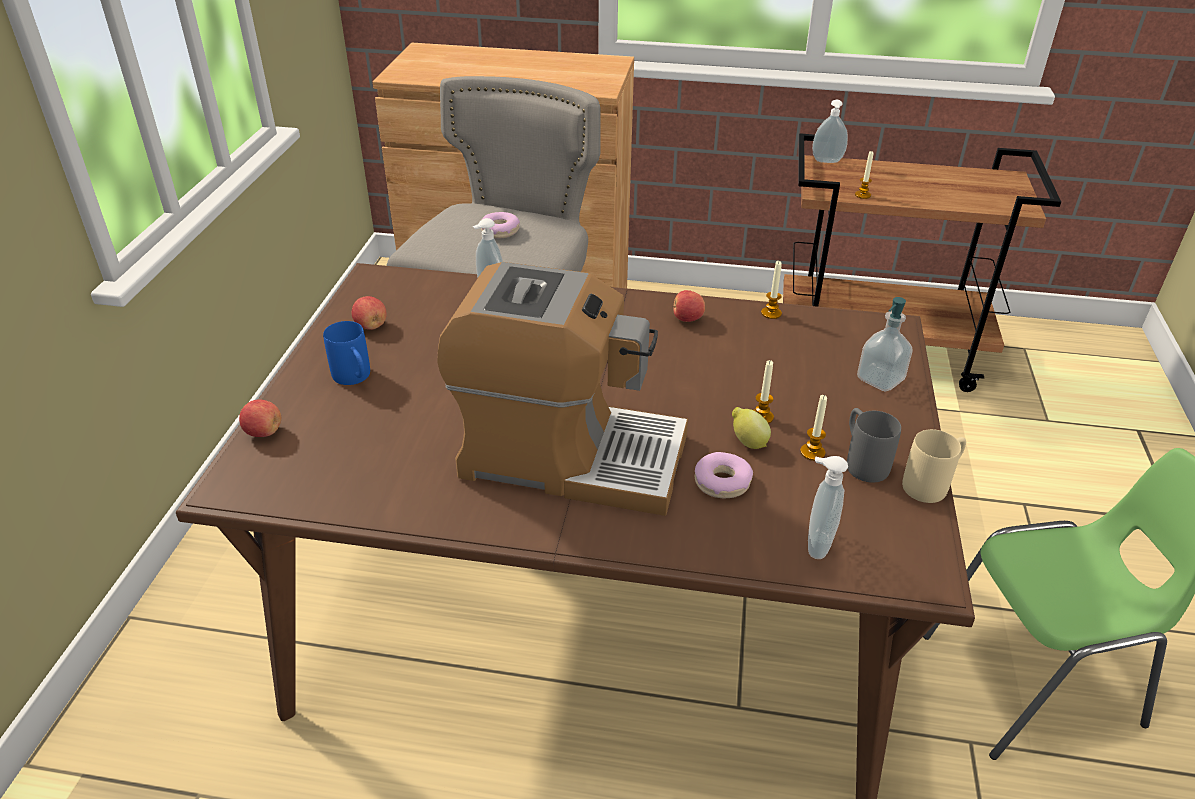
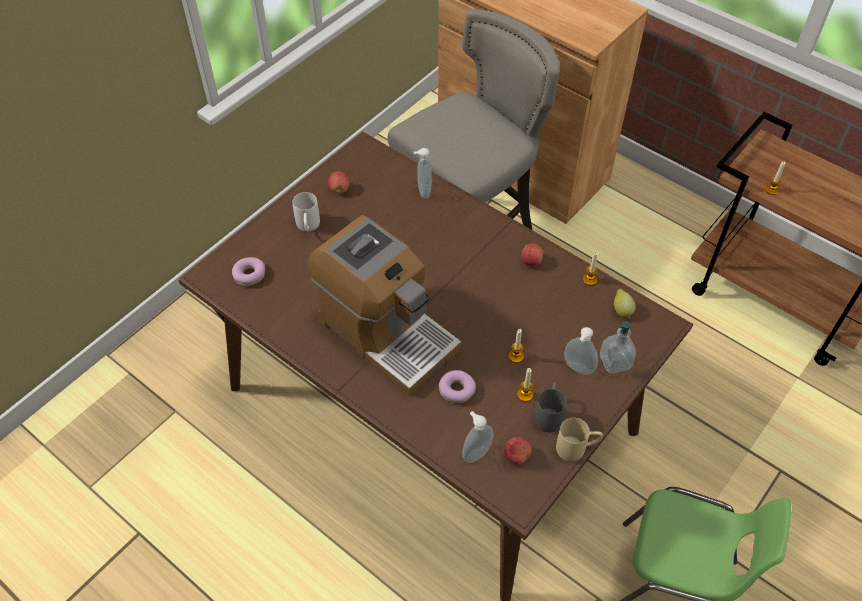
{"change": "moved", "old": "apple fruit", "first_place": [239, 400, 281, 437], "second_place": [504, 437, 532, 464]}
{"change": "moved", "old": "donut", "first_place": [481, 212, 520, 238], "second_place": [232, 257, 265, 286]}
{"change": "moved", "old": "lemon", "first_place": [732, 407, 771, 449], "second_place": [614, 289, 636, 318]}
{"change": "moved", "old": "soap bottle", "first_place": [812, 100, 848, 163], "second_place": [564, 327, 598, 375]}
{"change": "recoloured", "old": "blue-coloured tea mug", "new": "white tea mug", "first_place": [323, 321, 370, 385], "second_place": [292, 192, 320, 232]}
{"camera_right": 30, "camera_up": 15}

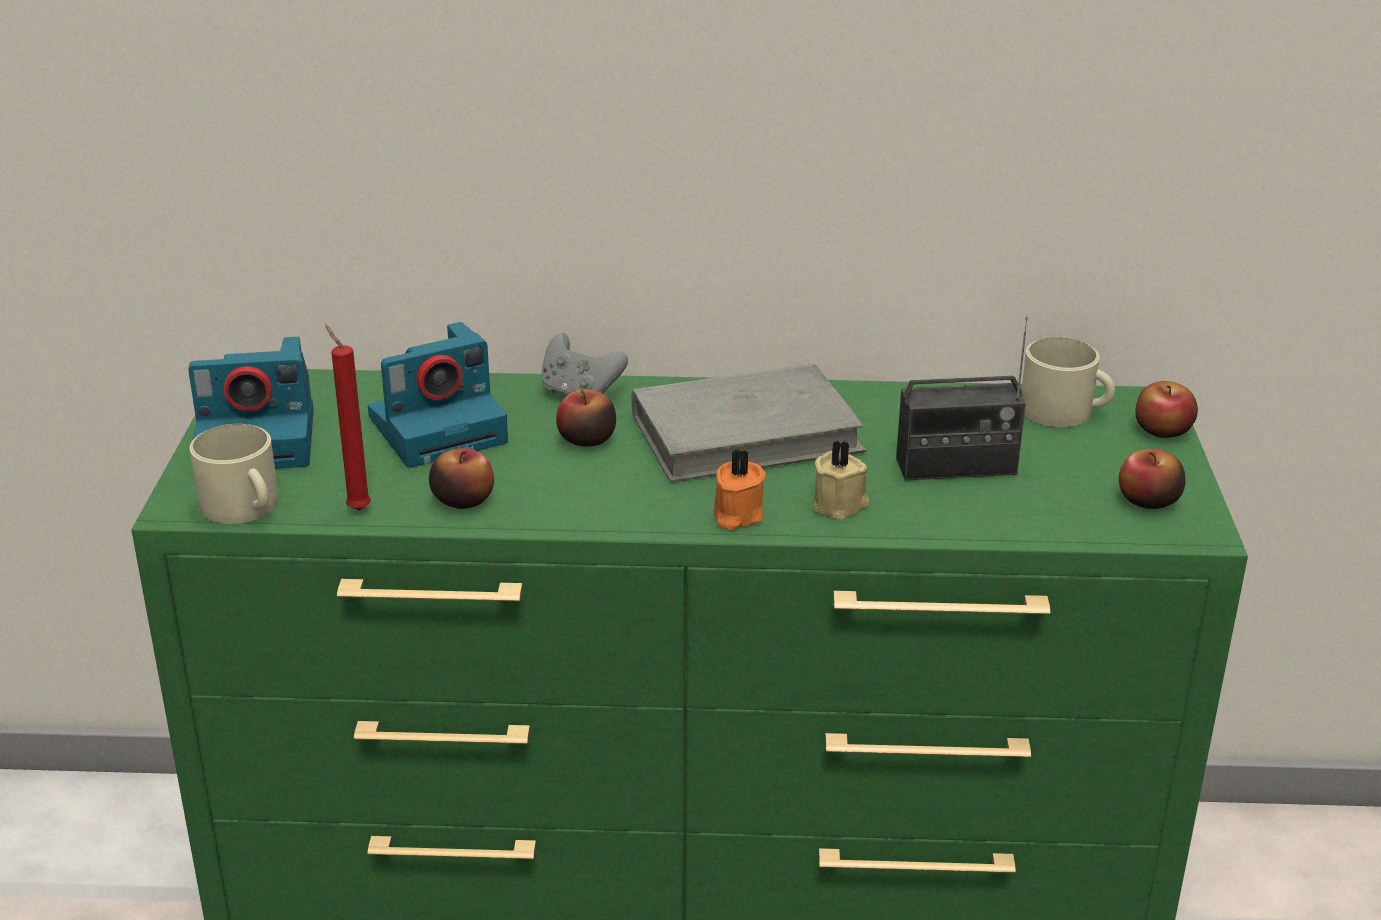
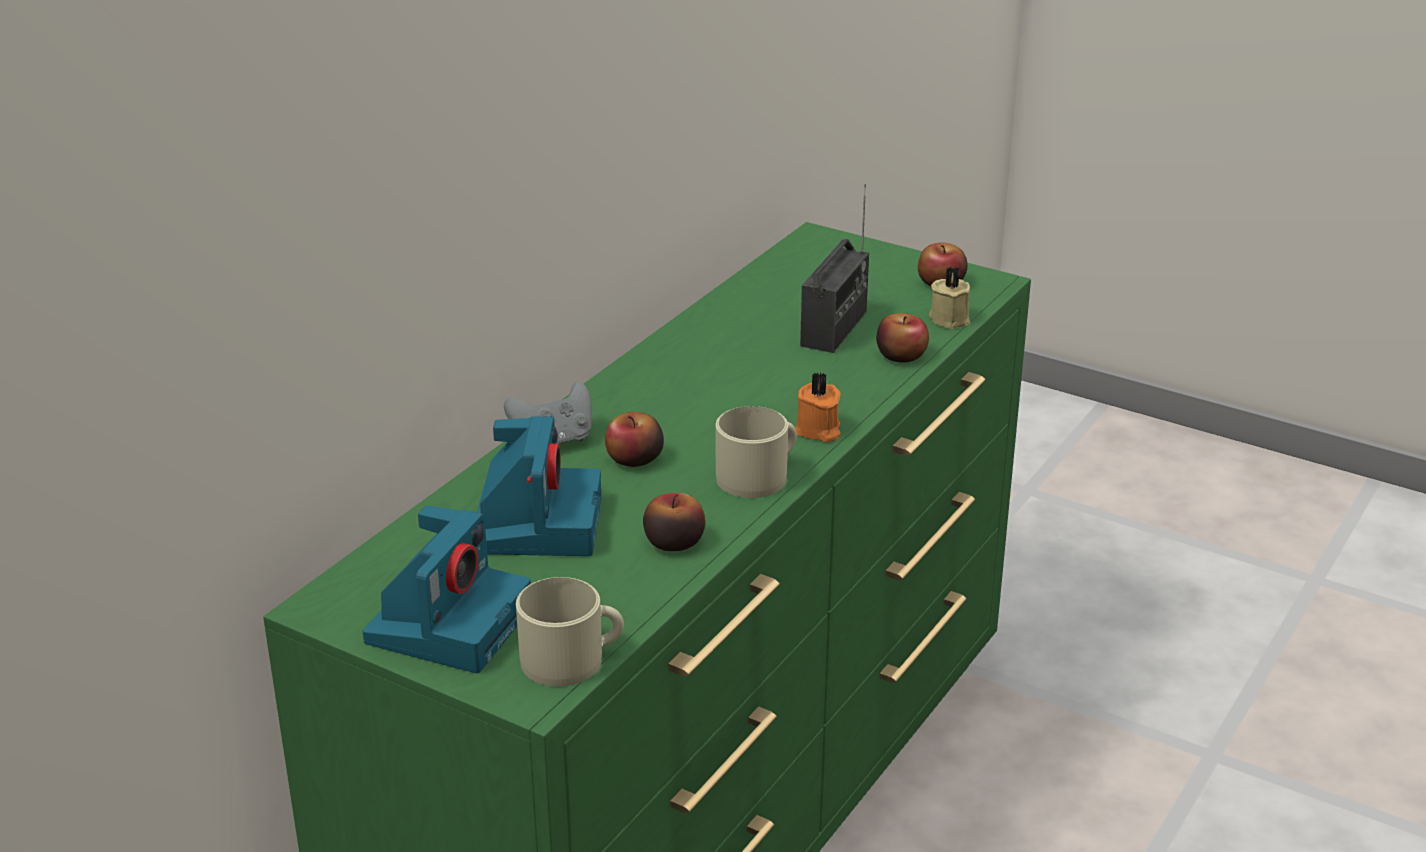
{"change": "removed", "old": "red-coloured wax light", "first_place": [325, 325, 371, 511]}
{"change": "removed", "old": "grey book", "first_place": [631, 364, 866, 483]}
{"change": "moved", "old": "beige-coloured wax light", "first_place": [813, 440, 869, 520], "second_place": [929, 267, 970, 329]}
{"change": "moved", "old": "beige-coloured tea mug", "first_place": [1022, 337, 1115, 427], "second_place": [716, 406, 797, 498]}
{"change": "moved", "old": "apple fruit", "first_place": [1135, 381, 1198, 438], "second_place": [876, 313, 929, 363]}
{"camera_right": -60, "camera_up": 0}

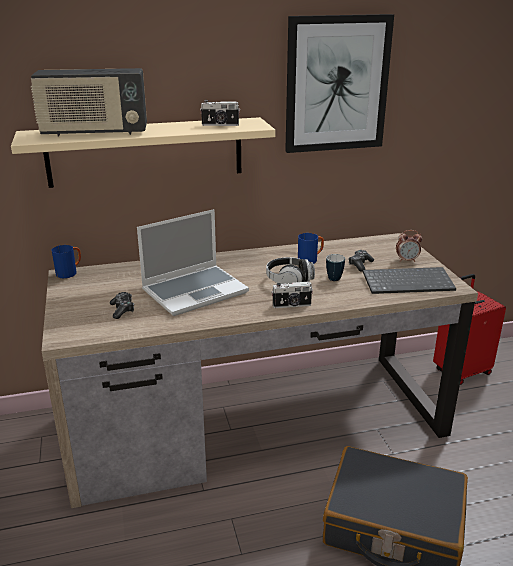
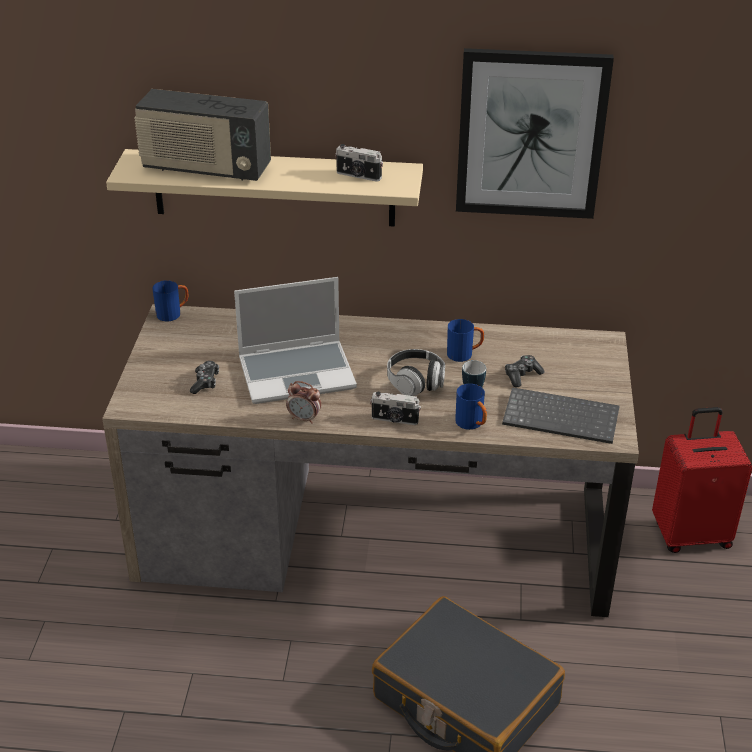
{"change": "added", "new": "blue-coloured tea mug", "second_place": [455, 384, 487, 430]}
{"change": "moved", "old": "table clock", "first_place": [396, 230, 422, 262], "second_place": [286, 381, 321, 424]}
{"camera_right": 20, "camera_up": 10}

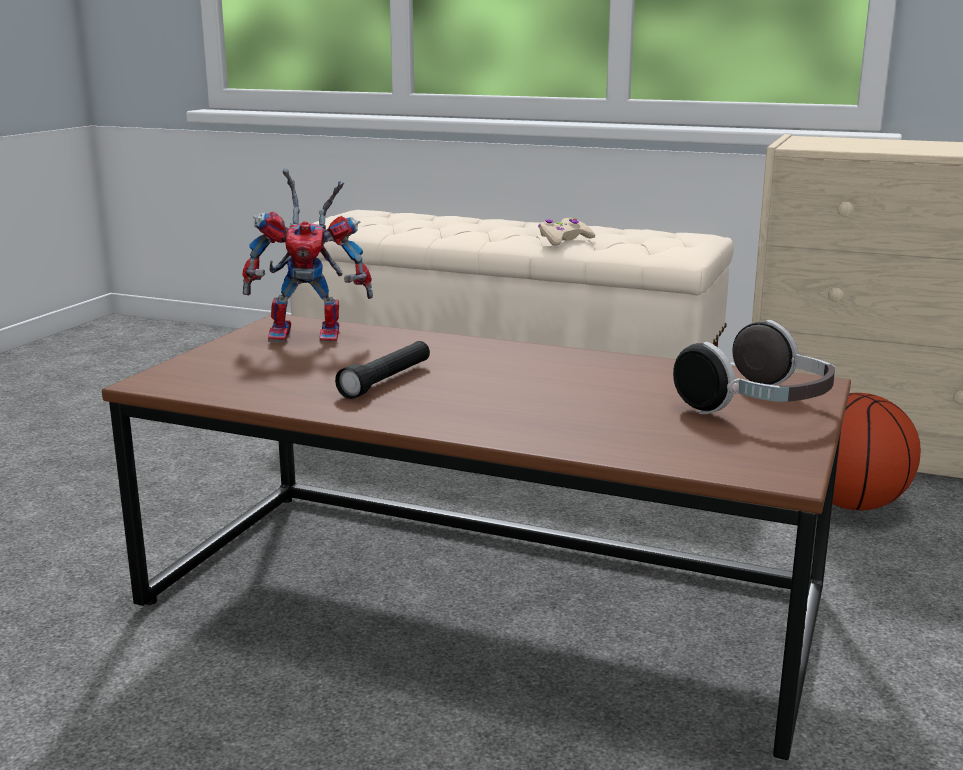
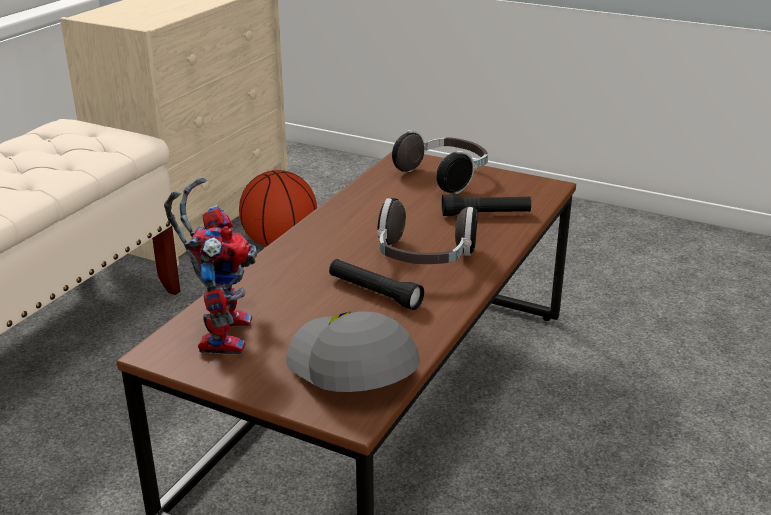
{"change": "removed", "old": "beige-coloured joypad", "first_place": [538, 218, 595, 246]}
{"change": "added", "new": "grey baseball cap", "second_place": [286, 311, 420, 392]}
{"change": "added", "new": "headphones", "second_place": [377, 198, 478, 264]}
{"change": "added", "new": "blackish flashlight", "second_place": [442, 194, 531, 216]}
{"camera_right": -85, "camera_up": 10}

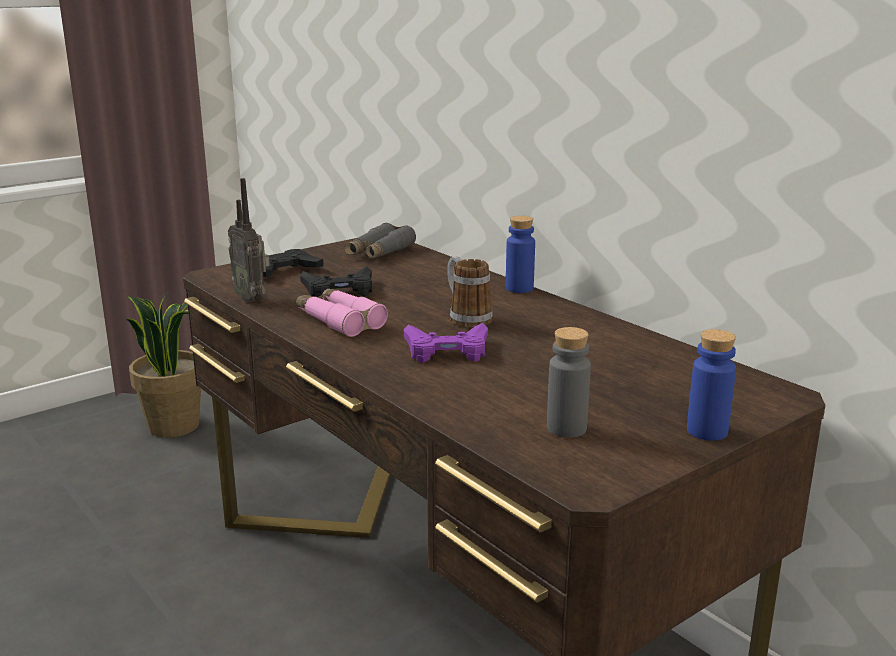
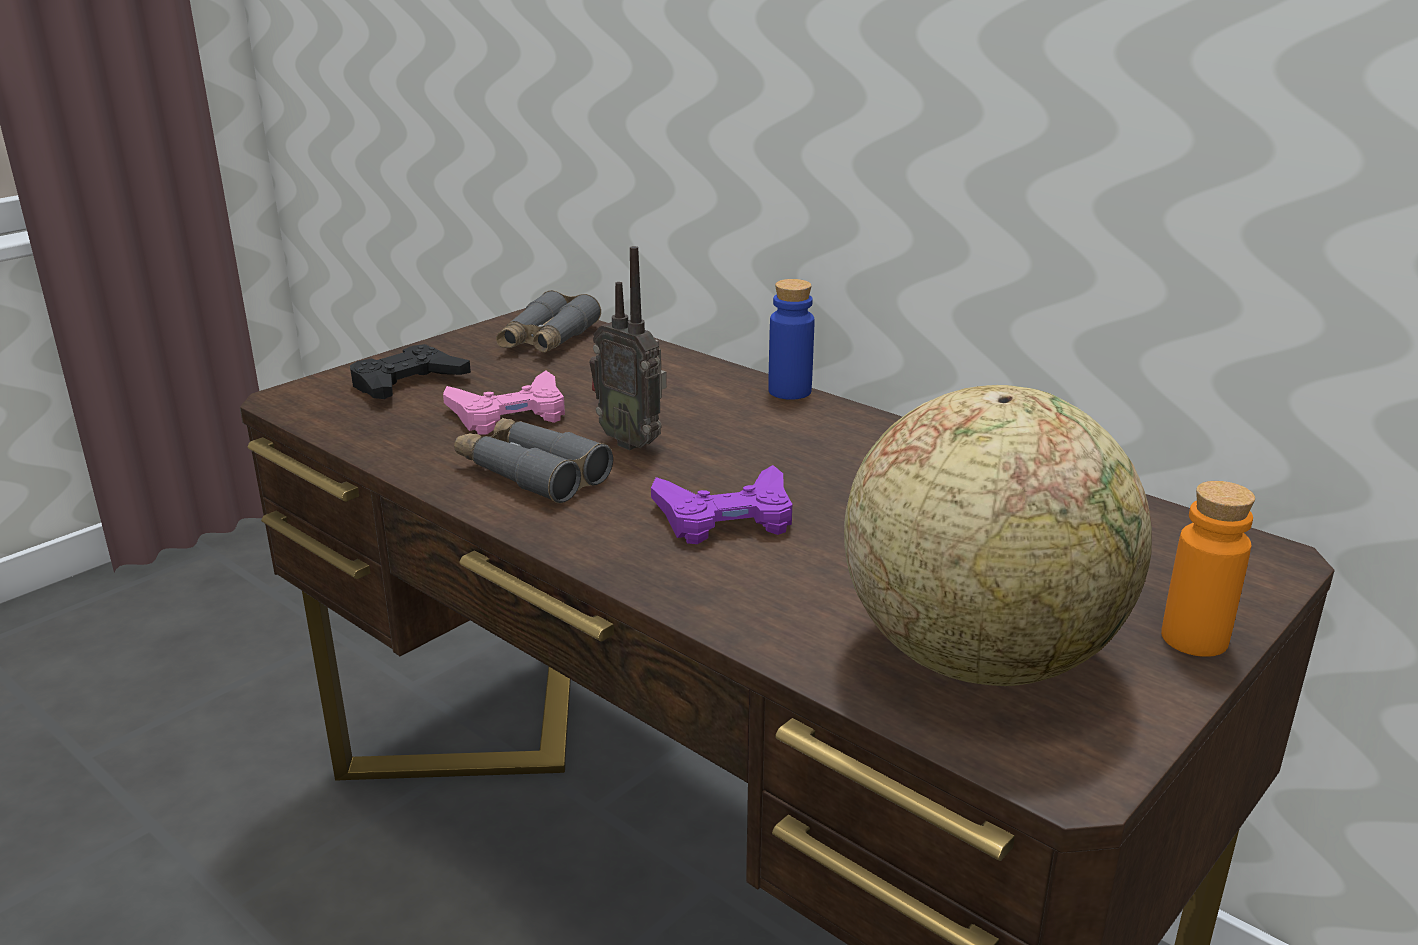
{"change": "removed", "old": "potted plant", "first_place": [126, 293, 201, 438]}
{"change": "removed", "old": "tea mug", "first_place": [447, 256, 493, 328]}
{"change": "moved", "old": "radio", "first_place": [228, 178, 270, 303], "second_place": [590, 246, 667, 450]}
{"change": "replaced", "old": "grey beverage bottle", "new": "globe", "first_place": [547, 327, 591, 438], "second_place": [844, 385, 1152, 686]}
{"change": "recoloured", "old": "pinkish pair of binoculars", "new": "grey pair of binoculars", "first_place": [296, 288, 388, 337], "second_place": [454, 418, 613, 503]}
{"change": "recoloured", "old": "blackish joypad", "new": "pinkish joypad", "first_place": [300, 266, 372, 297], "second_place": [443, 371, 565, 434]}
{"change": "recoloured", "old": "blue-coloured beverage bottle", "new": "orangey beverage bottle", "first_place": [687, 329, 736, 441], "second_place": [1161, 481, 1255, 657]}
{"camera_right": -10, "camera_up": 5}

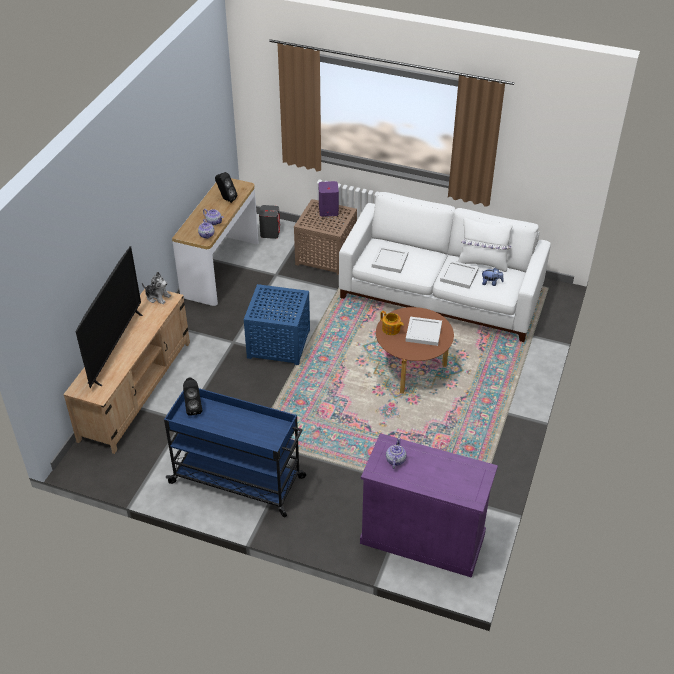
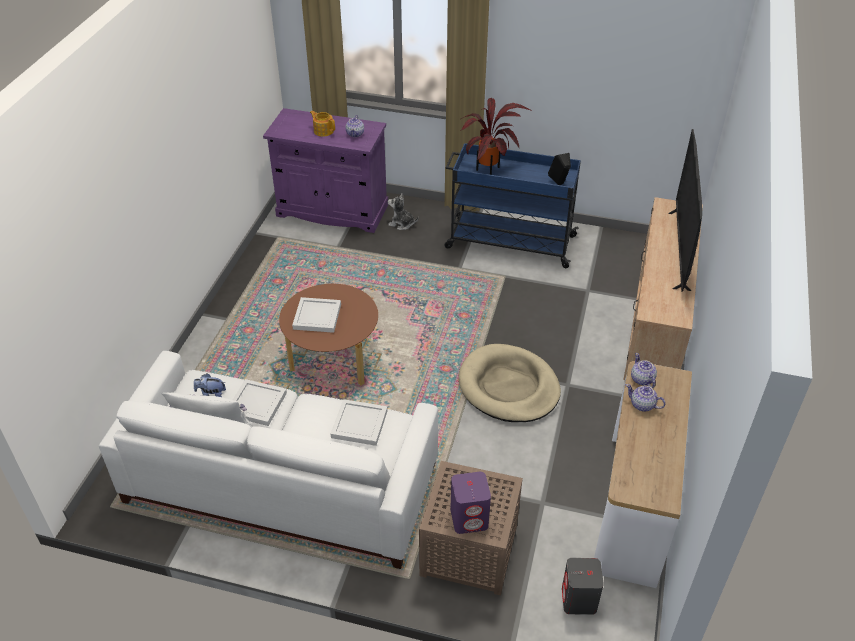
{"change": "removed", "old": "blackish loudspeaker", "first_place": [215, 172, 238, 203]}
{"change": "added", "new": "potted plant", "second_place": [460, 98, 531, 175]}
{"change": "moved", "old": "soft toy", "first_place": [142, 272, 171, 304], "second_place": [388, 194, 419, 230]}
{"change": "moved", "old": "pot for tea", "first_place": [380, 311, 404, 335], "second_place": [310, 111, 335, 137]}
{"change": "replaced", "old": "blue-coloured end table", "new": "beige-coloured pet bed", "first_place": [244, 284, 310, 365], "second_place": [459, 344, 561, 422]}
{"camera_right": 175, "camera_up": 0}

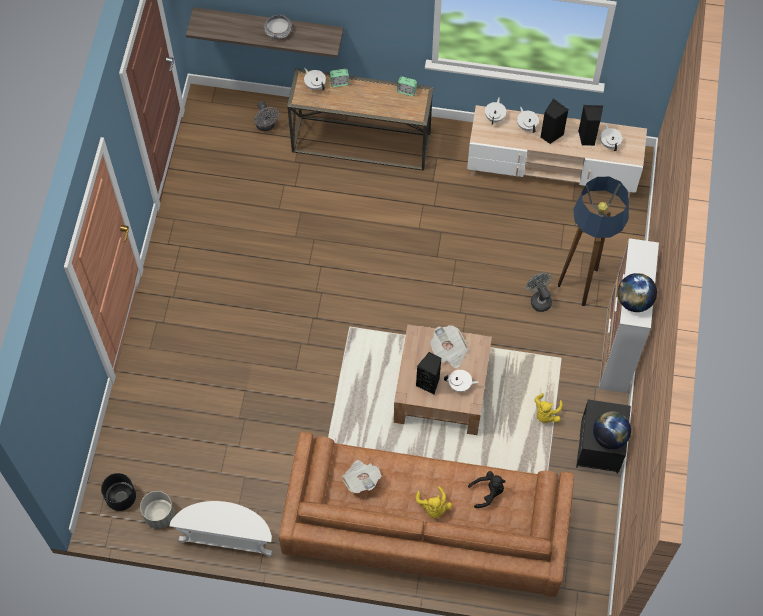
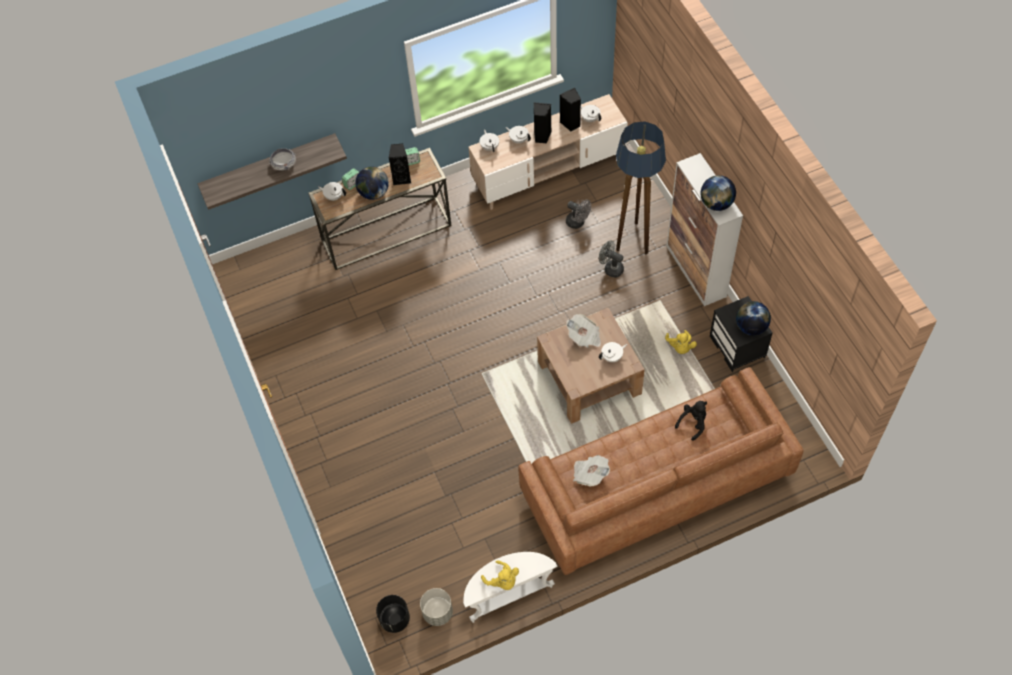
{"change": "added", "new": "globe", "second_place": [355, 166, 389, 200]}
{"change": "moved", "old": "grey electric fan", "first_place": [254, 101, 279, 131], "second_place": [566, 200, 591, 229]}
{"change": "moved", "old": "blackish loudspeaker", "first_place": [416, 352, 441, 395], "second_place": [389, 143, 411, 185]}
{"change": "moved", "old": "yellow soft toy", "first_place": [416, 486, 452, 518], "second_place": [481, 561, 519, 590]}
{"camera_right": -30, "camera_up": -5}

